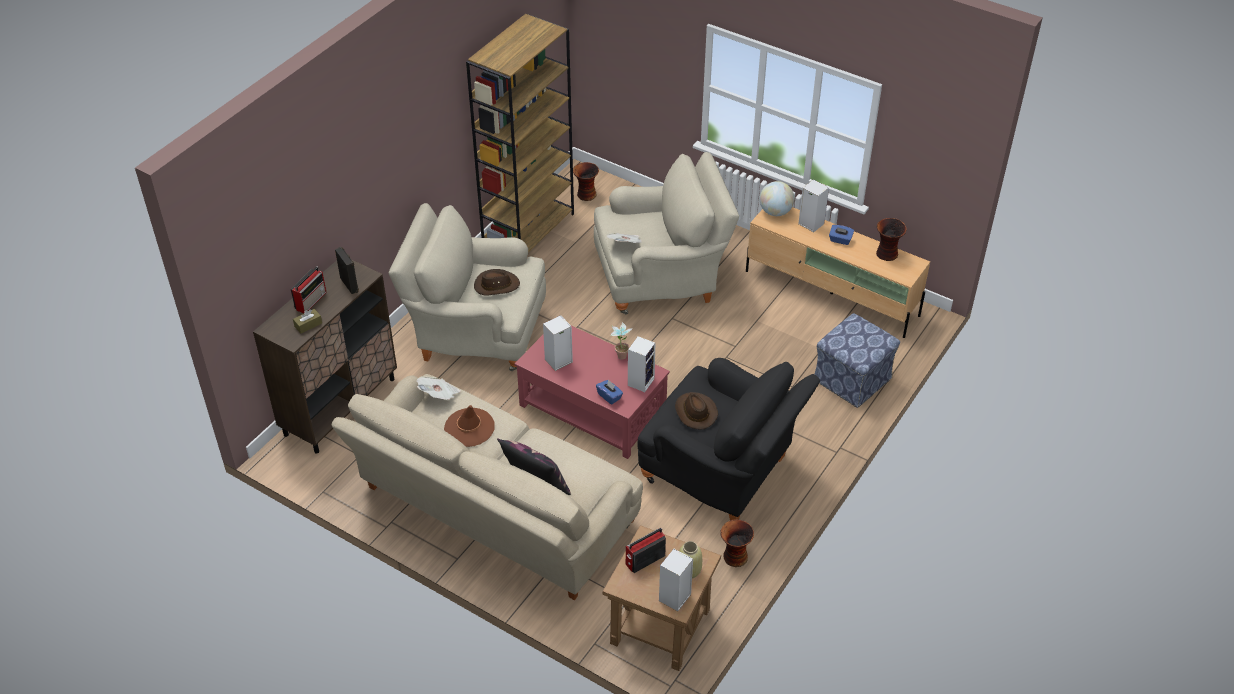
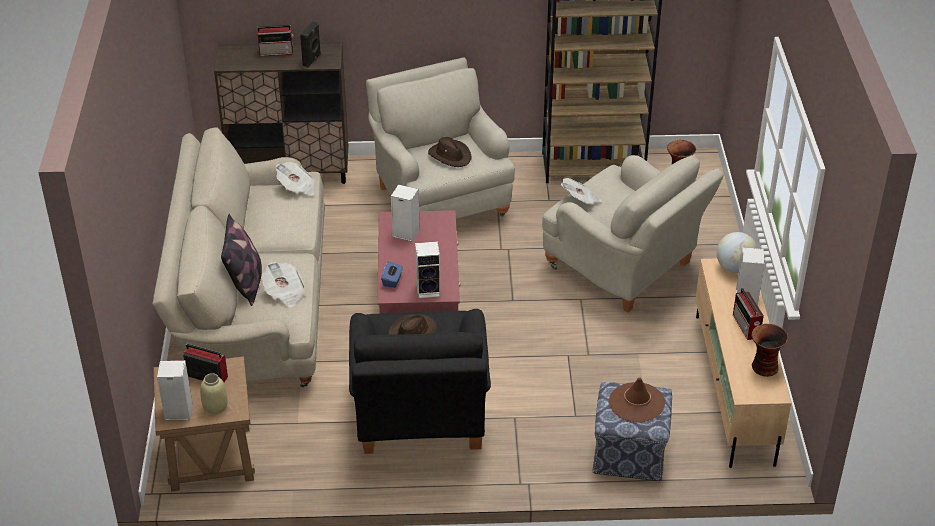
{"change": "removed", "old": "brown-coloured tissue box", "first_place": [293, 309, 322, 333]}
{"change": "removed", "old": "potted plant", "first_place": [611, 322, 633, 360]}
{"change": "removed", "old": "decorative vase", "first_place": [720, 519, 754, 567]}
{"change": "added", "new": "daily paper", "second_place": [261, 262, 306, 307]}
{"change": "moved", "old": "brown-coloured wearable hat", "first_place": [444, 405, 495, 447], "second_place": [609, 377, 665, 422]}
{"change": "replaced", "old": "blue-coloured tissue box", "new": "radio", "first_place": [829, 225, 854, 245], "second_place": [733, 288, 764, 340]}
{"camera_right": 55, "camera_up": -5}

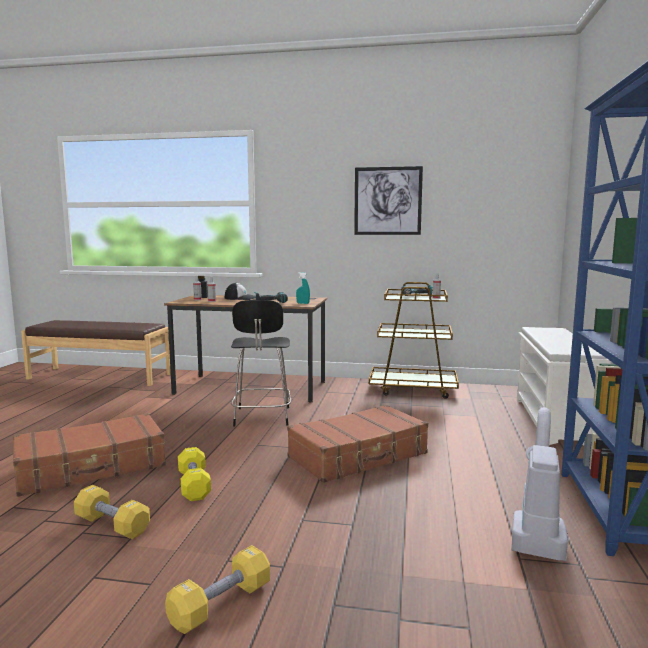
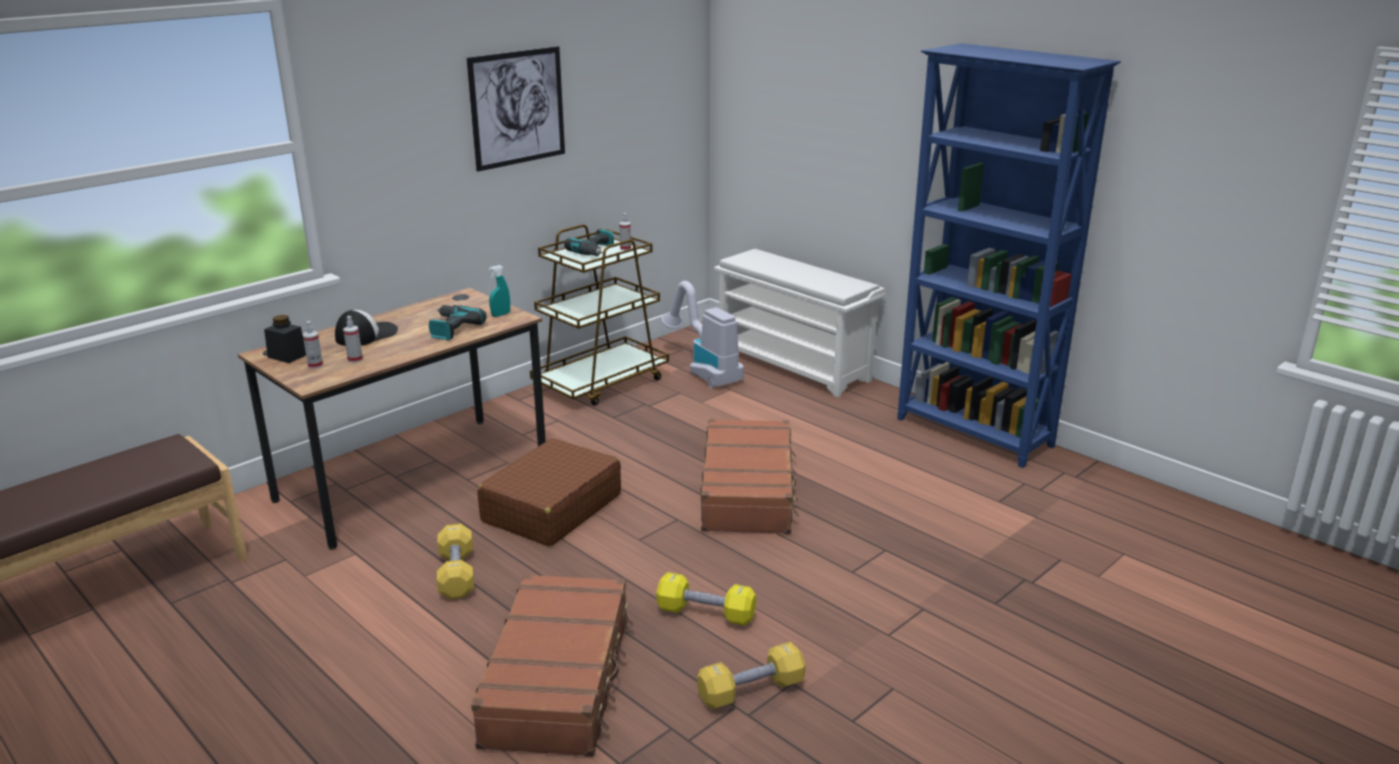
{"change": "moved", "old": "yellow free weight", "first_place": [165, 545, 270, 634], "second_place": [437, 524, 474, 599]}
{"change": "moved", "old": "hoover", "first_place": [511, 407, 568, 561], "second_place": [661, 281, 744, 388]}
{"change": "replaced", "old": "blackish plain chair", "new": "brown-coloured suitcase", "first_place": [231, 300, 291, 427], "second_place": [478, 438, 621, 546]}
{"camera_right": -55, "camera_up": 15}

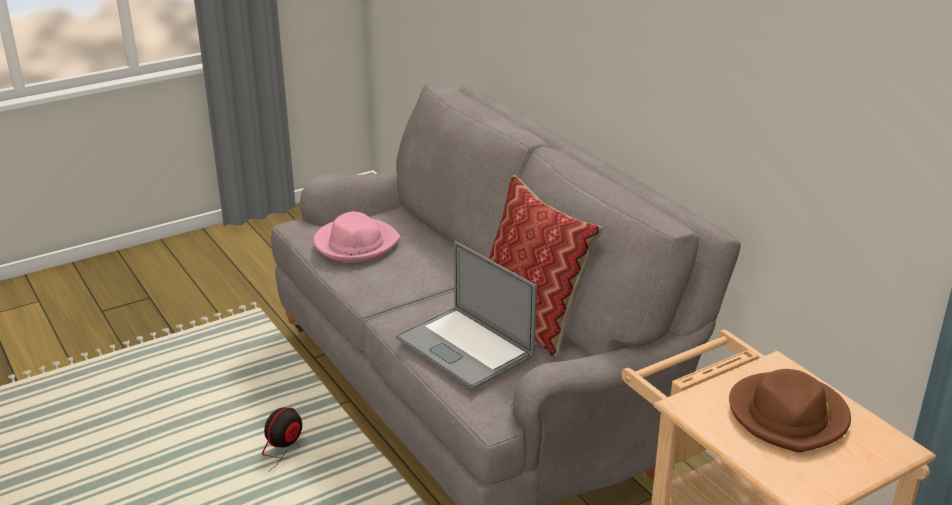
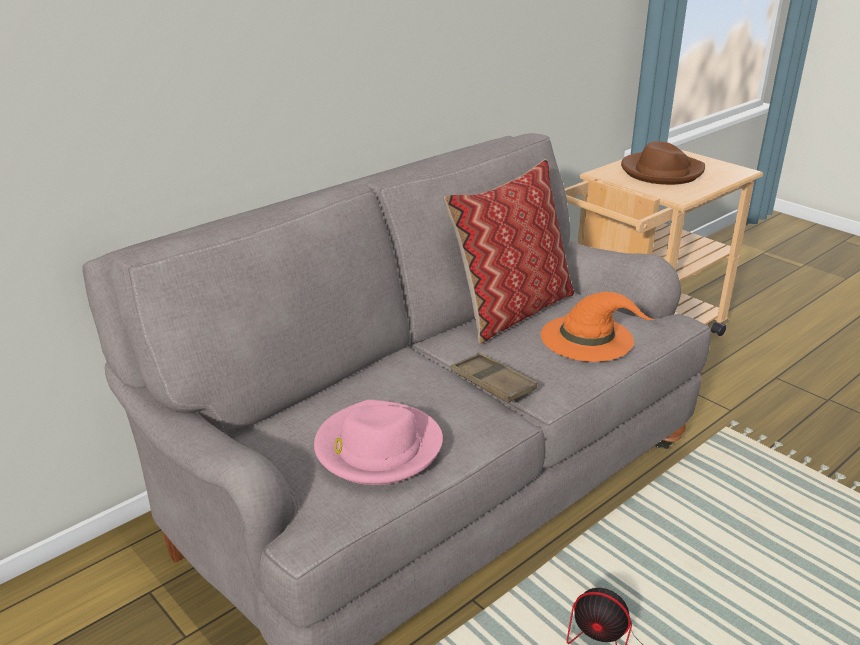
{"change": "added", "new": "brown-coloured serving tray", "second_place": [451, 353, 538, 403]}
{"change": "replaced", "old": "notebook computer", "new": "orangey wearable hat", "first_place": [396, 241, 537, 390], "second_place": [541, 292, 655, 362]}
{"camera_right": -100, "camera_up": 0}

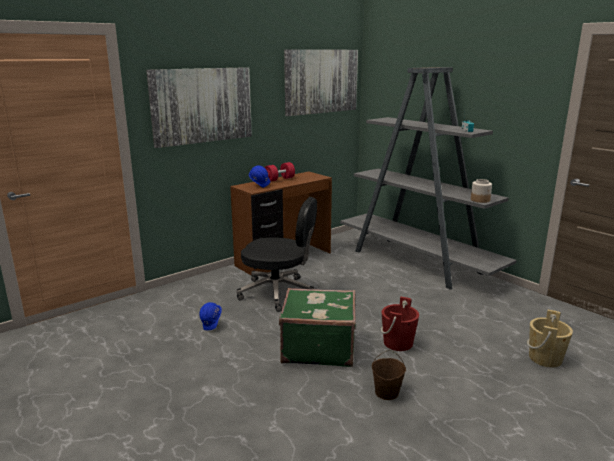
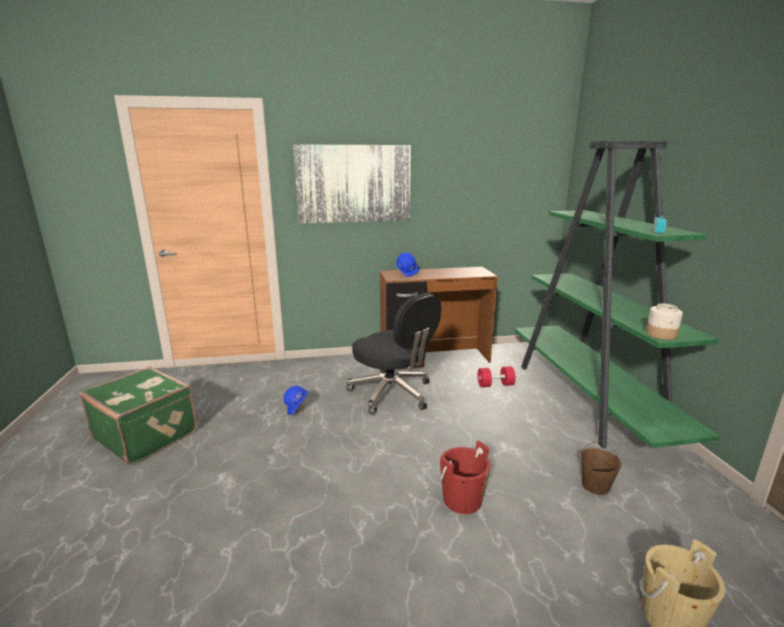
{"change": "removed", "old": "picture", "first_place": [284, 49, 358, 116]}
{"change": "moved", "old": "red-coloured free weight", "first_place": [265, 162, 295, 182], "second_place": [477, 366, 516, 387]}
{"change": "moved", "old": "green suitcase", "first_place": [279, 288, 356, 367], "second_place": [80, 366, 197, 465]}
{"change": "moved", "old": "brown-coloured pail", "first_place": [372, 350, 406, 400], "second_place": [581, 440, 622, 495]}
{"change": "recoloured", "old": "grey bookcase", "new": "green bookcase", "first_place": [340, 67, 517, 290], "second_place": [515, 141, 720, 449]}
{"camera_right": 30, "camera_up": 0}

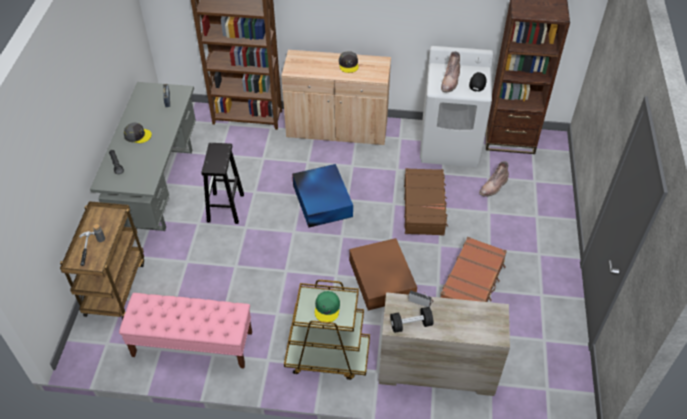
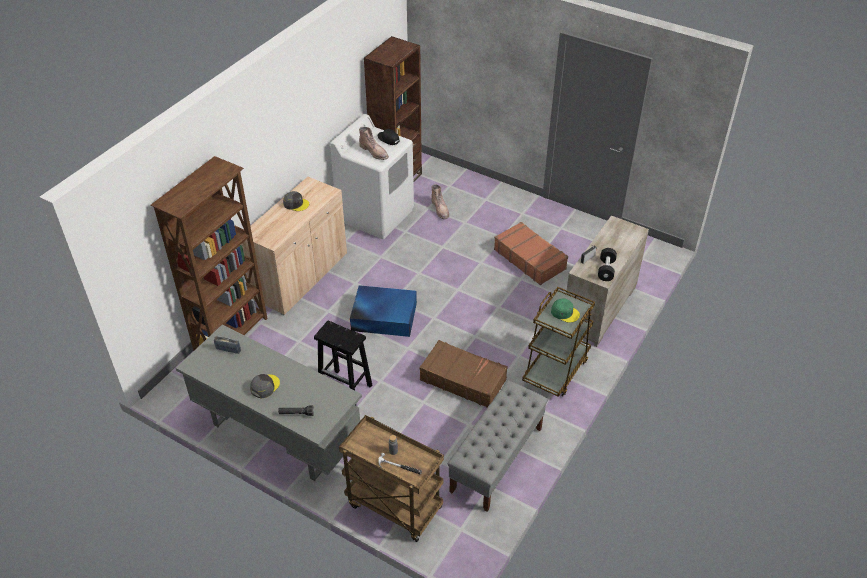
{"change": "removed", "old": "brown-coloured storage bin", "first_place": [349, 238, 417, 310]}
{"change": "moved", "old": "brown-coloured suitcase", "first_place": [404, 168, 448, 235], "second_place": [420, 340, 508, 407]}
{"change": "recoloured", "old": "pinkish bench", "new": "grey bench", "first_place": [119, 293, 252, 369], "second_place": [448, 380, 548, 512]}
{"camera_right": -65, "camera_up": -5}

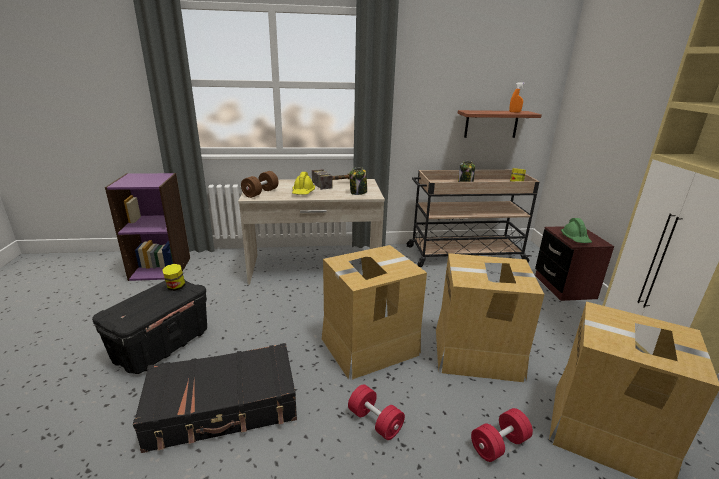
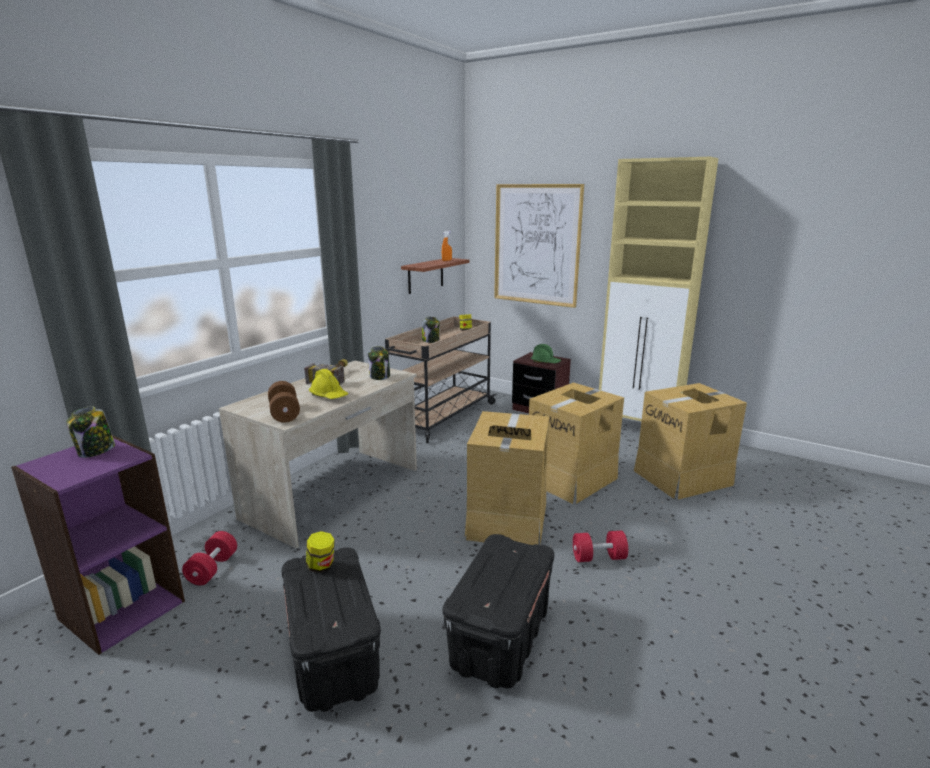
{"change": "added", "new": "jar", "second_place": [66, 406, 115, 458]}
{"change": "added", "new": "picture", "second_place": [494, 184, 584, 308]}
{"change": "moved", "old": "red-coloured free weight", "first_place": [471, 408, 533, 462], "second_place": [182, 531, 237, 585]}
{"change": "replaced", "old": "blackish suitcase", "new": "blackish storage bin", "first_place": [133, 343, 297, 453], "second_place": [443, 534, 554, 688]}
{"camera_right": -50, "camera_up": -5}

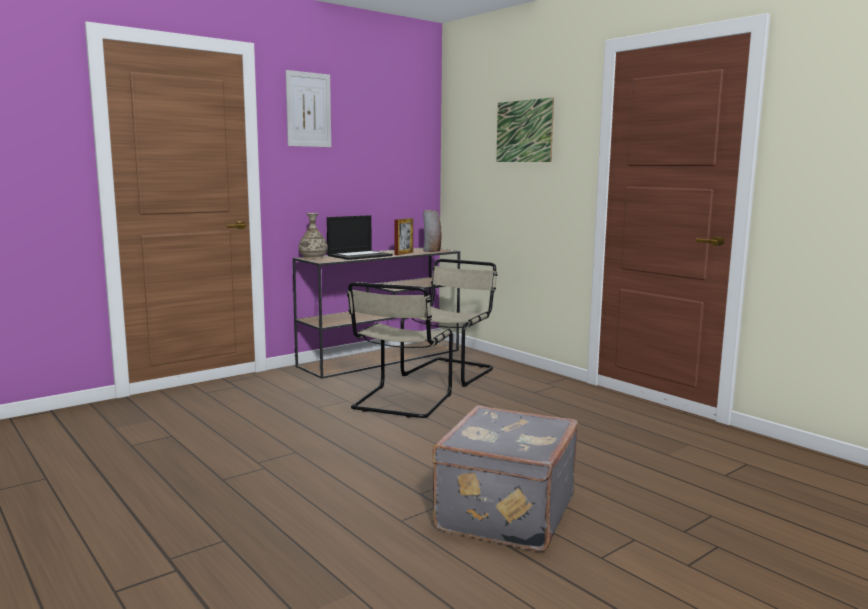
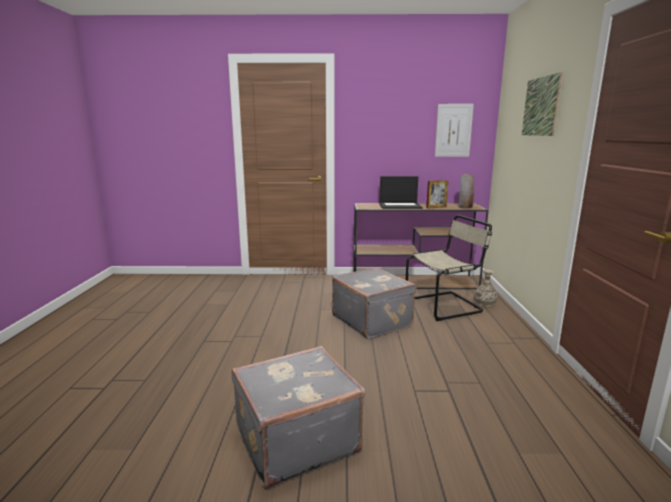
{"change": "moved", "old": "picture", "first_place": [285, 70, 331, 147], "second_place": [435, 104, 474, 157]}
{"change": "moved", "old": "decorative vase", "first_place": [298, 213, 328, 259], "second_place": [474, 270, 498, 307]}
{"change": "replaced", "old": "beige-coloured plain chair", "new": "grey suitcase", "first_place": [347, 282, 453, 418], "second_place": [332, 267, 417, 339]}
{"camera_right": 40, "camera_up": 5}

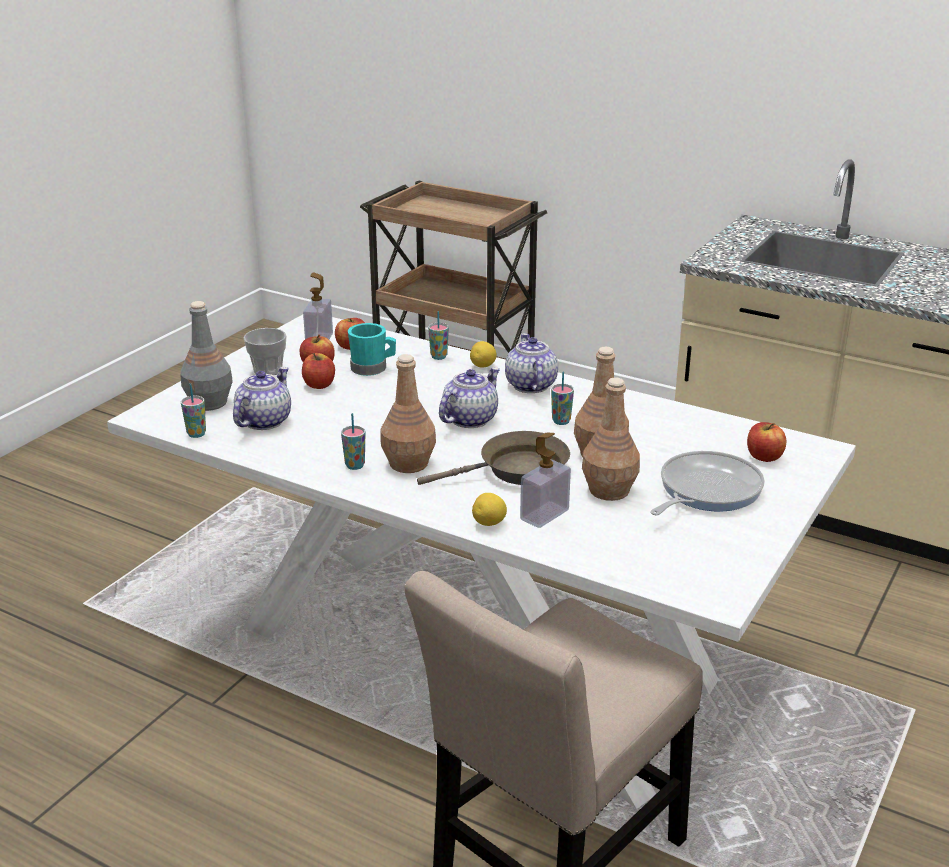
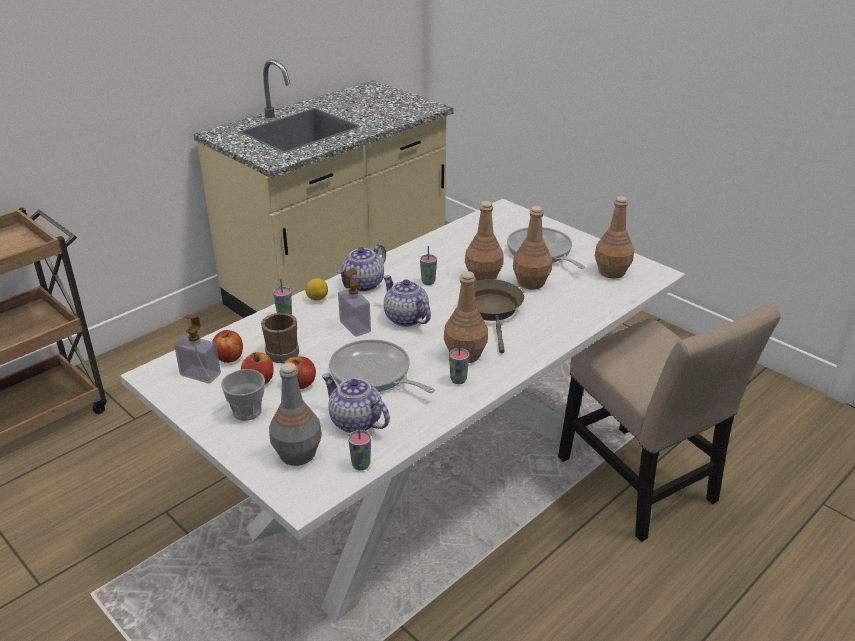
{"change": "removed", "old": "lemon", "first_place": [472, 493, 507, 526]}
{"change": "removed", "old": "apple fruit", "first_place": [747, 422, 786, 462]}
{"change": "added", "new": "skillet", "second_place": [329, 339, 435, 393]}
{"change": "added", "new": "brown-coloured beverage bottle", "second_place": [595, 196, 634, 278]}
{"change": "moved", "old": "soap bottle", "first_place": [520, 432, 571, 528], "second_place": [338, 268, 371, 337]}
{"change": "recoloured", "old": "turquoise-coloured tea mug", "new": "brown-coloured tea mug", "first_place": [348, 323, 396, 376], "second_place": [261, 313, 299, 363]}
{"change": "turned", "old": "pot for tea", "first_place": [505, 333, 558, 393], "second_place": [337, 244, 386, 292], "degrees": -60}
{"camera_right": -75, "camera_up": 5}

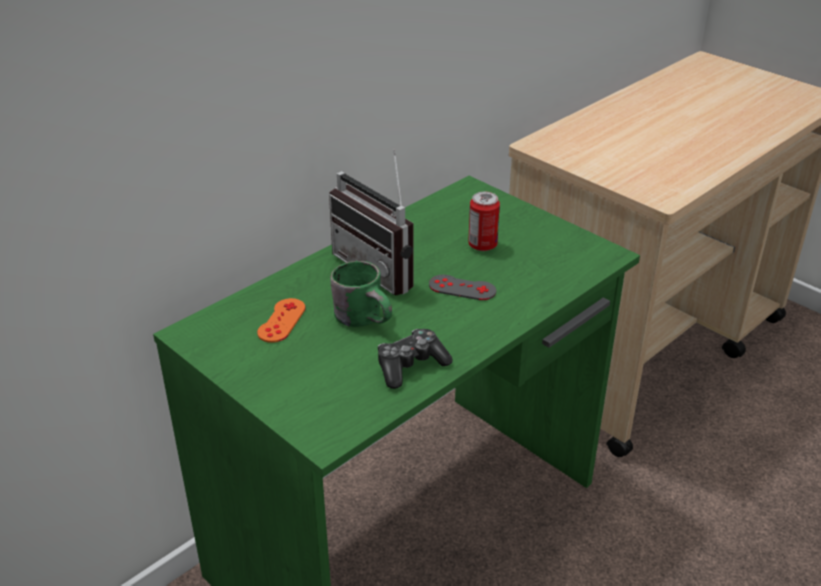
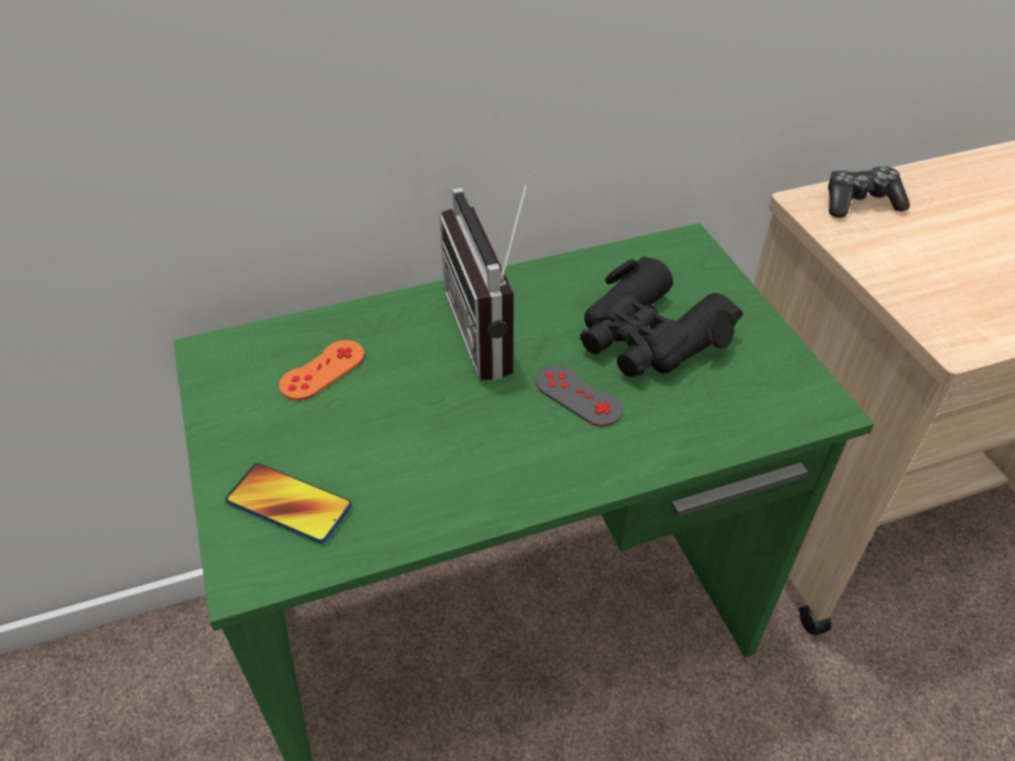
{"change": "removed", "old": "green tea mug", "first_place": [330, 261, 392, 327]}
{"change": "added", "new": "telephone", "second_place": [225, 463, 352, 543]}
{"change": "moved", "old": "joypad", "first_place": [378, 329, 453, 389], "second_place": [828, 166, 910, 218]}
{"change": "replaced", "old": "sealed can", "new": "blackish pair of binoculars", "first_place": [468, 192, 500, 251], "second_place": [580, 256, 743, 377]}
{"camera_right": 25, "camera_up": 10}

